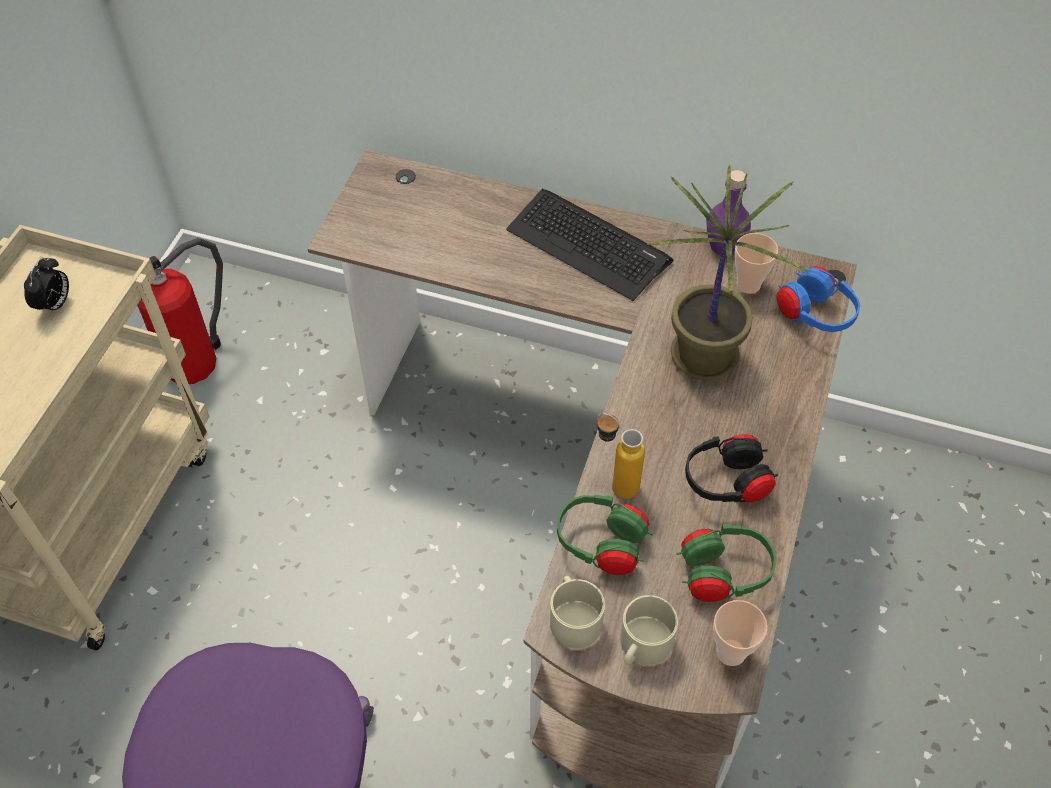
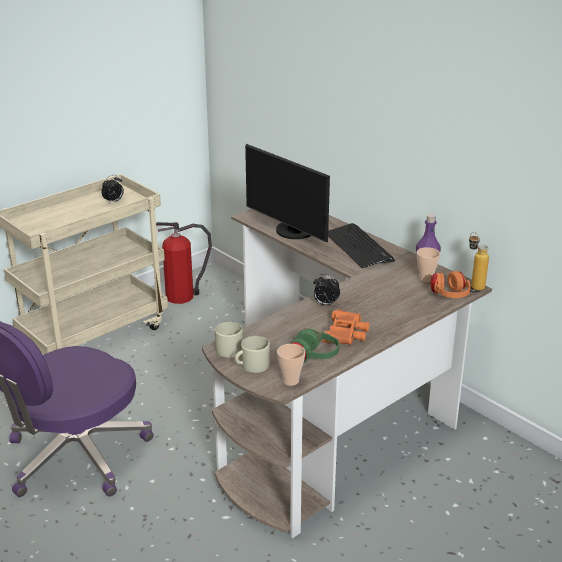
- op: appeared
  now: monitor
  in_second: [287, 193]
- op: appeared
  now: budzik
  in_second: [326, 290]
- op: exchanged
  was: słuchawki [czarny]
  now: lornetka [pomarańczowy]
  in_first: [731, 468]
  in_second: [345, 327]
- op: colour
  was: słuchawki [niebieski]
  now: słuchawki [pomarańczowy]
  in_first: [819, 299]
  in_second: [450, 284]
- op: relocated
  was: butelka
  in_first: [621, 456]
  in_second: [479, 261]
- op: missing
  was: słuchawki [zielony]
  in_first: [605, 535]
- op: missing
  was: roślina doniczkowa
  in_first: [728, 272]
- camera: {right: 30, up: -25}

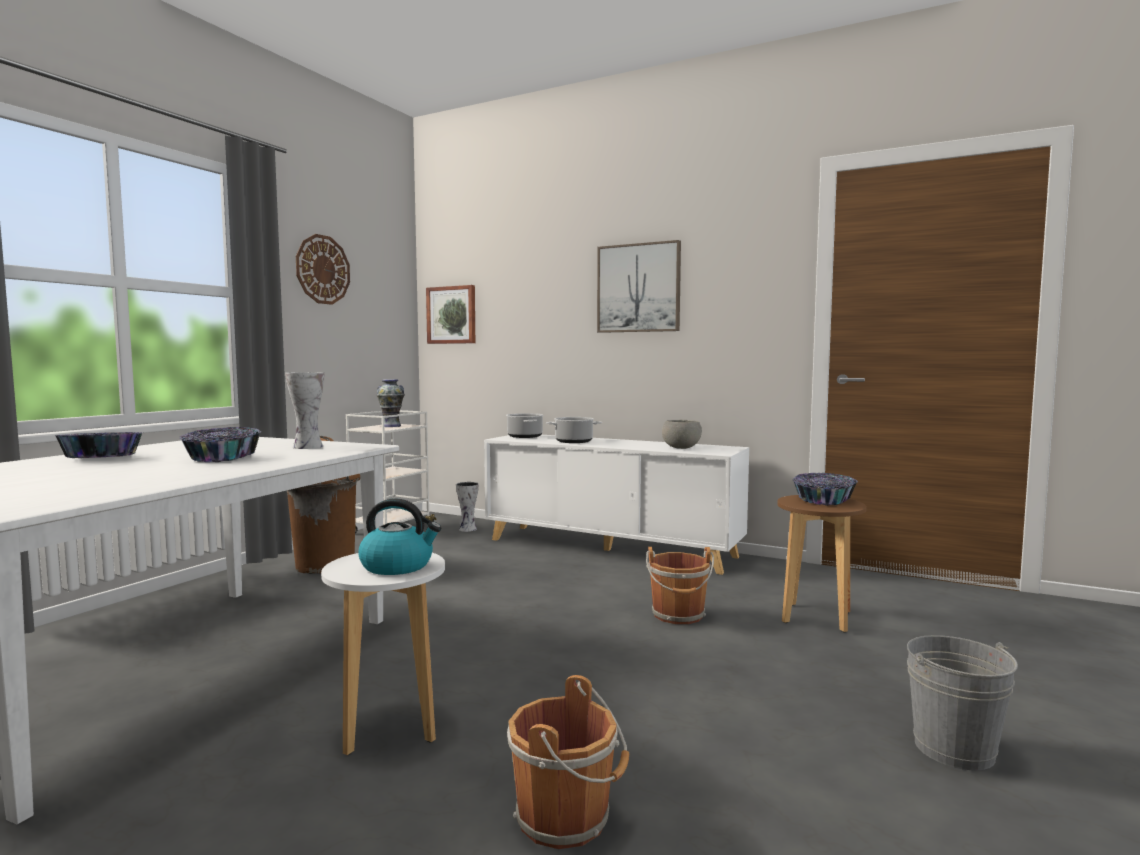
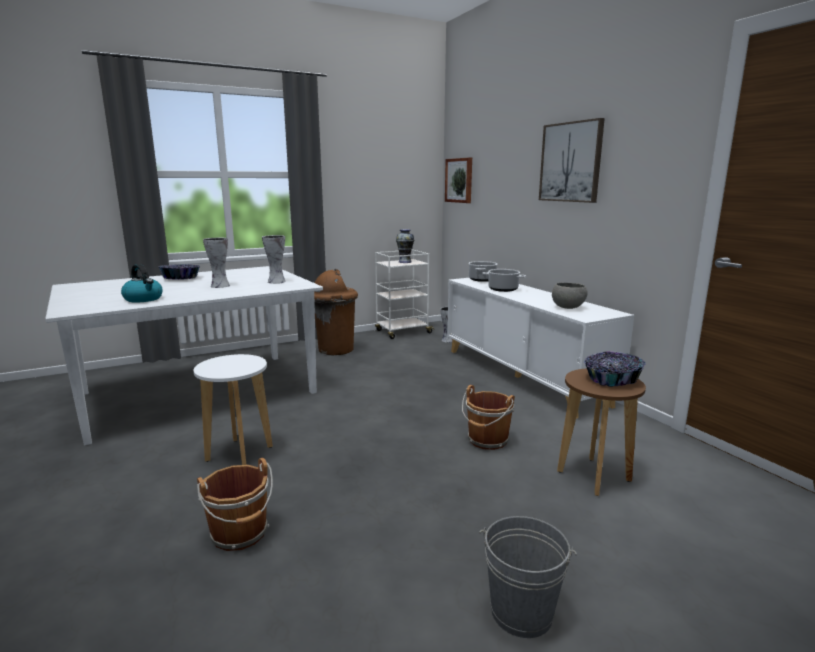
- op: relocated
  was: czajnik
  in_first: [399, 536]
  in_second: [142, 283]
- op: exchanged
  was: miska
  now: wazon
  in_first: [221, 444]
  in_second: [216, 263]
- op: missing
  was: zegar ścienny
  in_first: [323, 269]
- camera: {right: 35, up: 10}

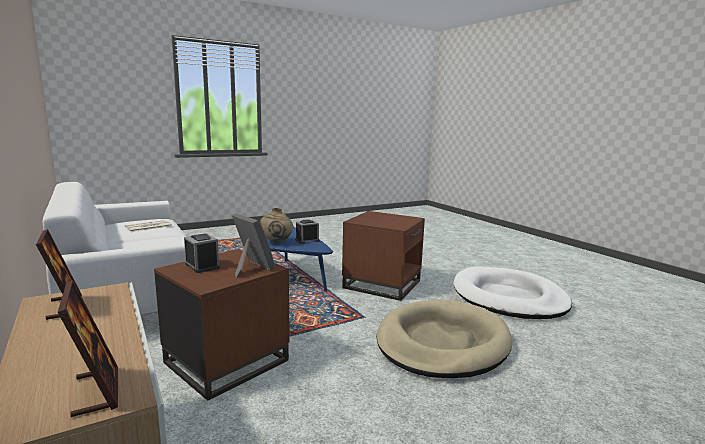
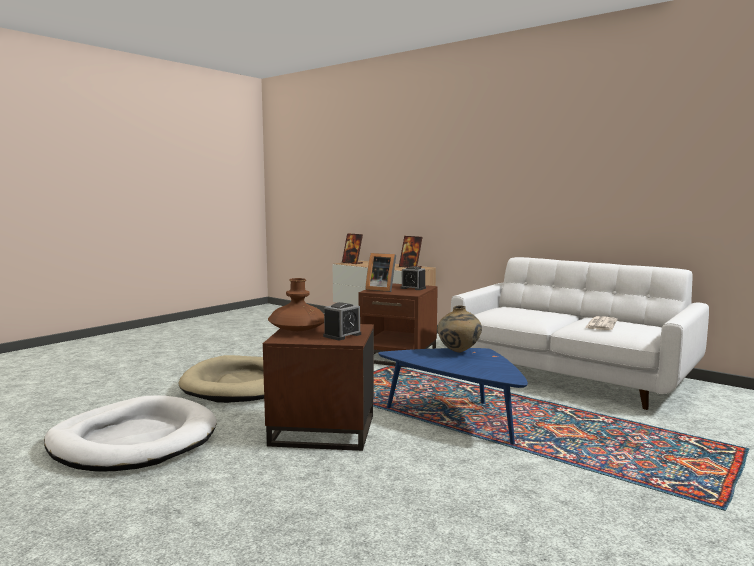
- op: appeared
  now: wazon [brązowy]
  in_second: [296, 304]
- op: relocated
  was: budzik
  in_first: [307, 231]
  in_second: [342, 321]
- camera: {right: 160, up: -5}

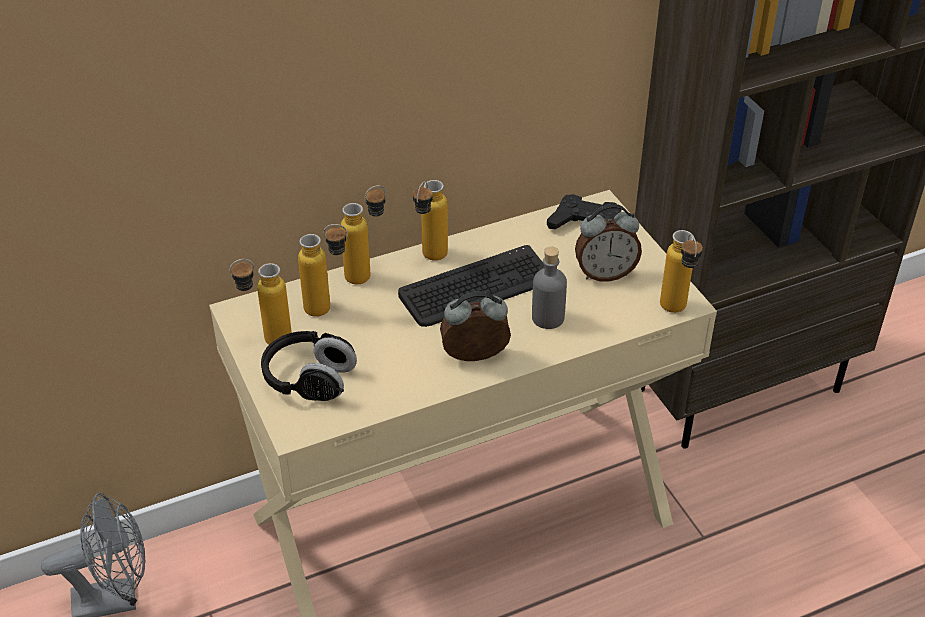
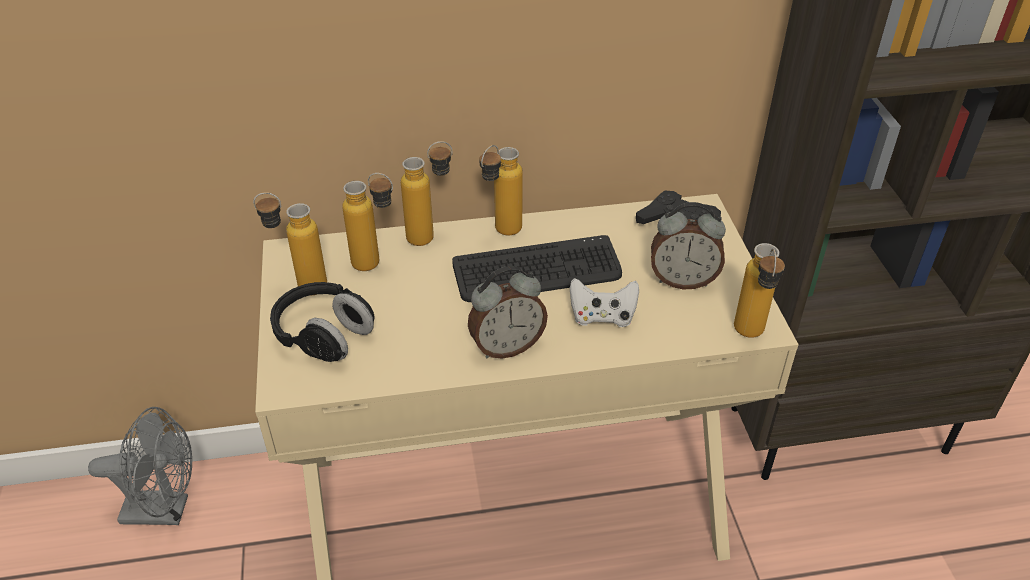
- op: spun
  was: budzik
  in_first: [475, 326]
  in_second: [508, 312]
  clockwise: 150
- op: exchanged
  was: butelka [szary]
  now: pad do gier [biały]
  in_first: [549, 288]
  in_second: [604, 302]
- camera: {right: 15, up: 0}

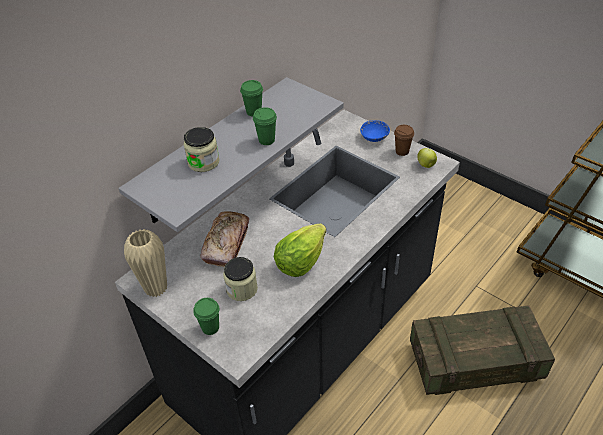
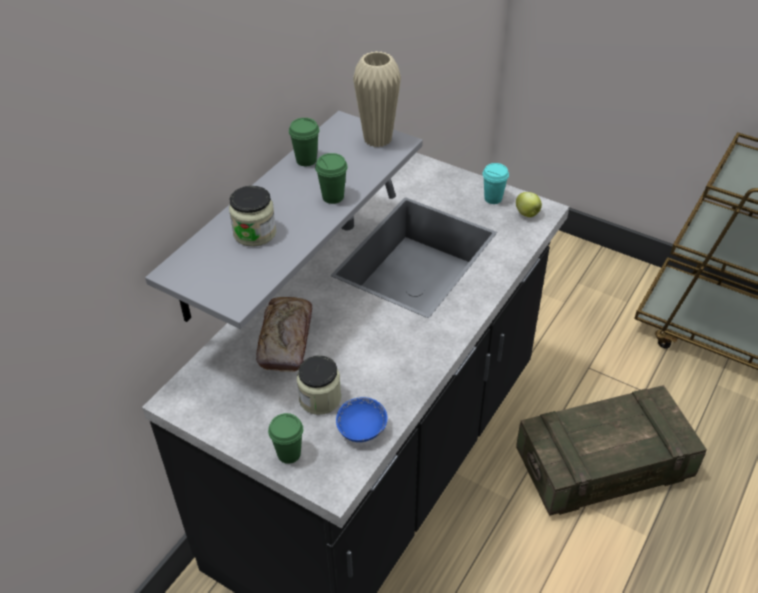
- op: relocated
  was: miska [niebieski]
  in_first: [375, 131]
  in_second: [362, 419]
- op: relocated
  was: wazon [beżowy]
  in_first: [145, 263]
  in_second: [377, 99]
- op: colour
  was: filiżanka [brązowy]
  now: filiżanka [turkusowy]
  in_first: [404, 140]
  in_second: [496, 183]
- op: missing
  was: sałata
  in_first: [300, 250]
- camera: {right: -10, up: 0}

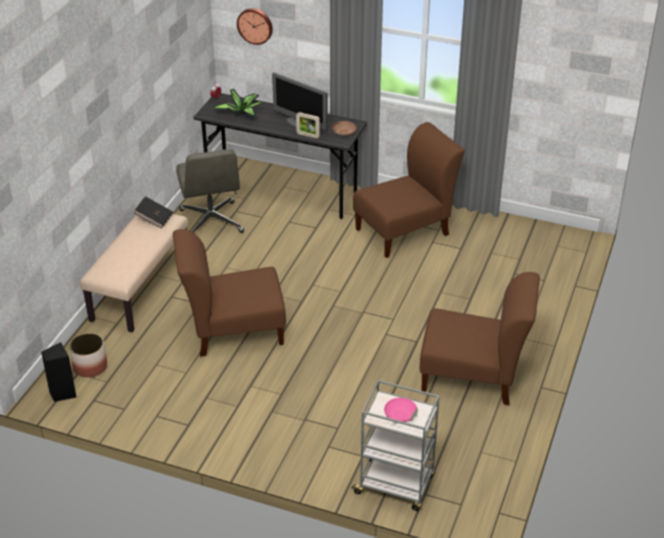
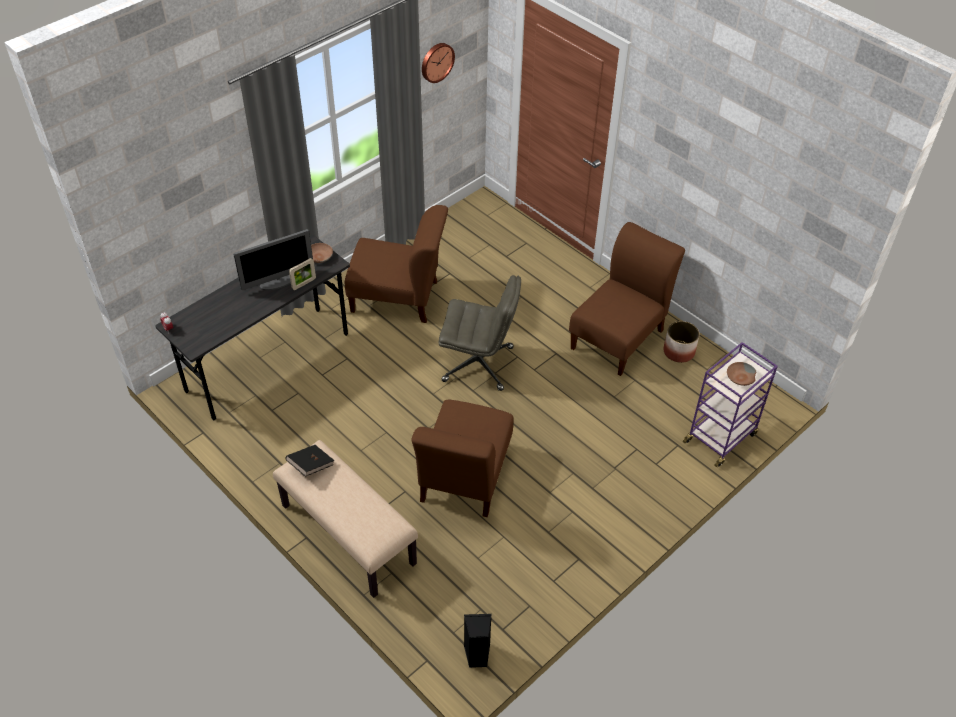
- op: spun
  was: krzesło [brązowy]
  in_first: [408, 190]
  in_second: [396, 264]
  clockwise: 105
- op: relocated
  was: zegar ścienny
  in_first: [255, 26]
  in_second: [438, 63]
- op: relocated
  was: krzesło biurowe [szary]
  in_first: [210, 191]
  in_second: [480, 333]
- op: relocated
  was: donica
  in_first: [88, 355]
  in_second: [681, 342]
- op: colour
  was: wózek [szary]
  now: wózek [fioletowy]
  in_first: [395, 445]
  in_second: [730, 404]
- op: colour
  was: miska [różowy]
  now: miska [brązowy]
  in_first: [401, 410]
  in_second: [741, 374]
- op: missing
  was: roślina doniczkowa
  in_first: [238, 102]
- camera: {right: -65, up: 10}

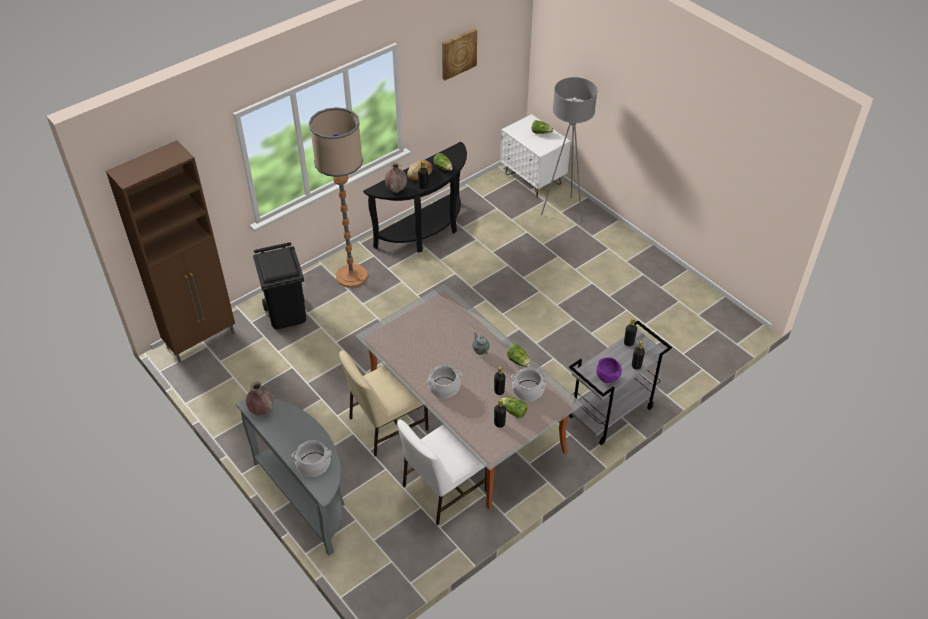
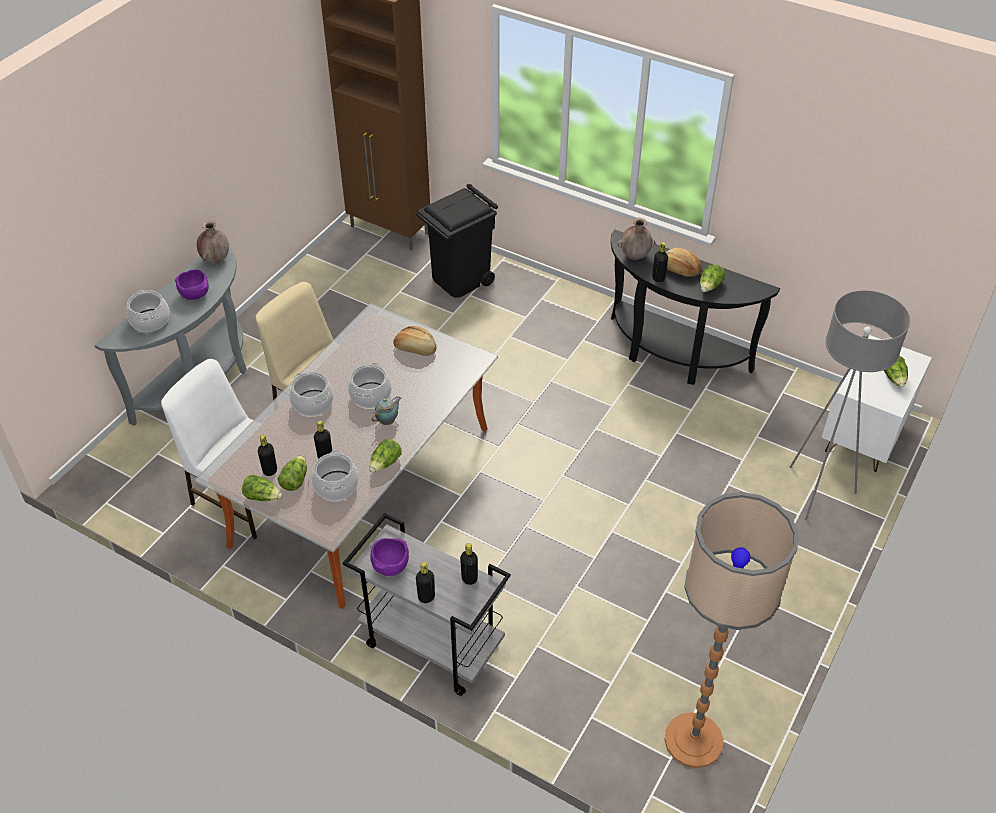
- op: appeared
  now: miska [fioletowy]
  in_second: [192, 284]
- op: appeared
  now: sałata
  in_second: [262, 487]
- op: appeared
  now: garnek
  in_second: [370, 385]
- op: appeared
  now: chleb
  in_second: [415, 341]
- op: relocated
  was: lampa stojąca
  in_first: [338, 197]
  in_second: [731, 630]
- op: missing
  was: obraz
  in_first: [459, 54]
- camera: {right: 70, up: 0}

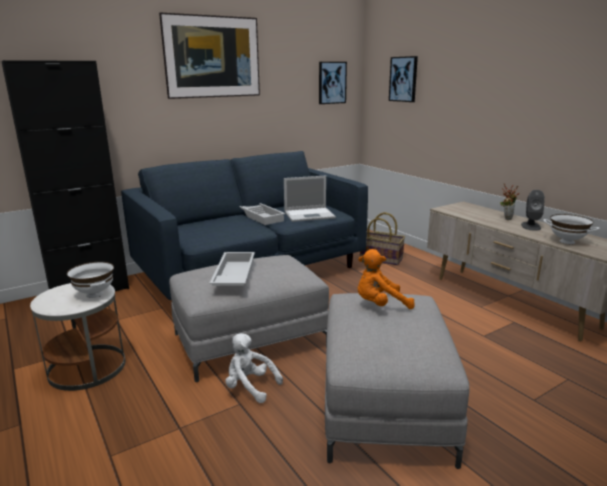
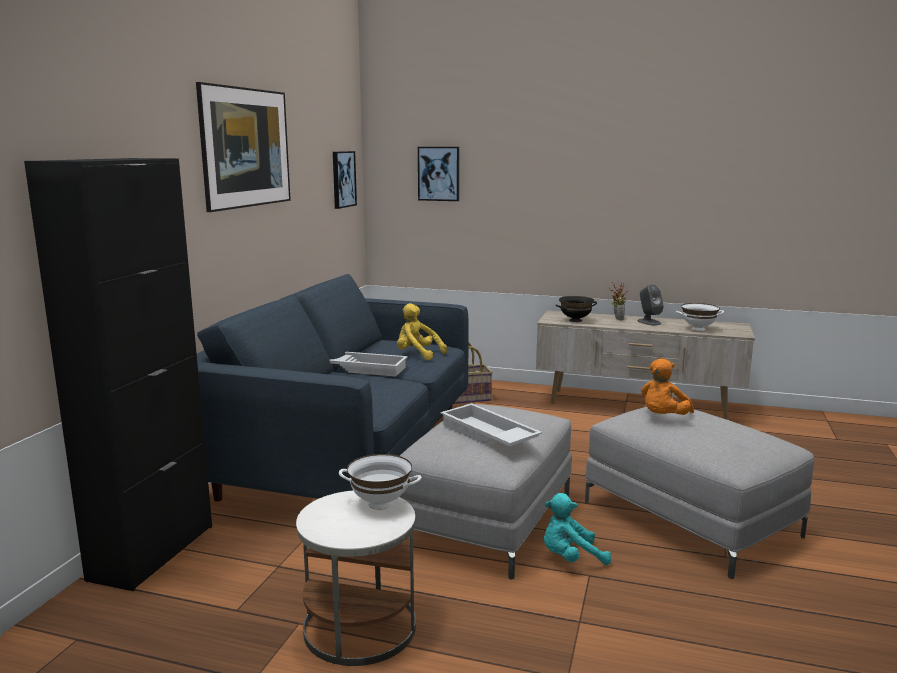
- op: exchanged
  was: laptop
  now: pluszak [żółty]
  in_first: [310, 199]
  in_second: [422, 331]
- op: colour
  was: pluszak [biały]
  now: pluszak [turkusowy]
  in_first: [254, 368]
  in_second: [577, 529]
- op: appeared
  now: miska [czarny]
  in_second: [576, 309]
- camera: {right: -40, up: -5}

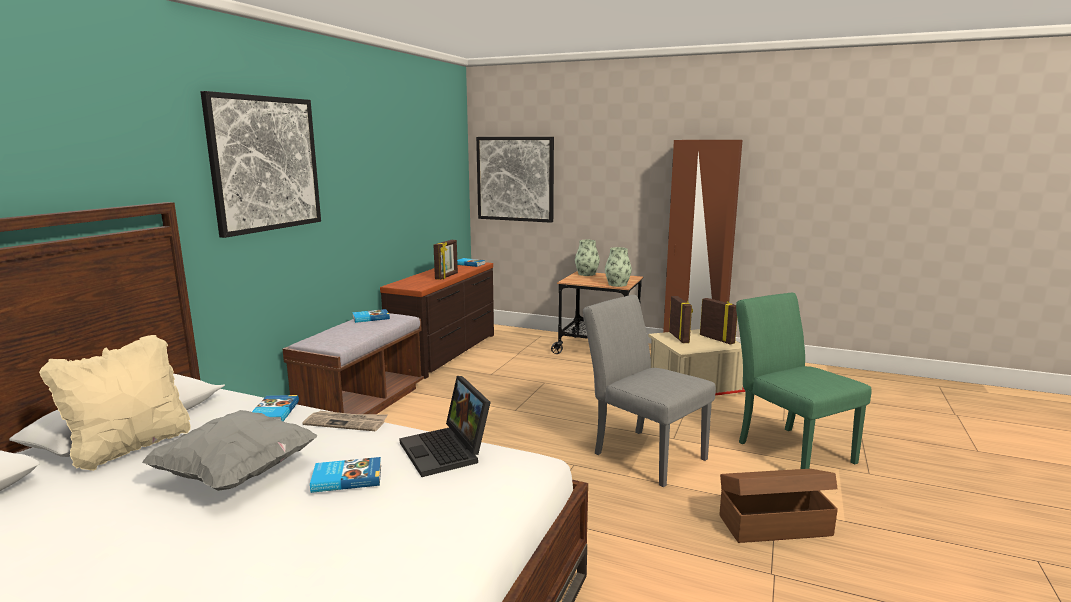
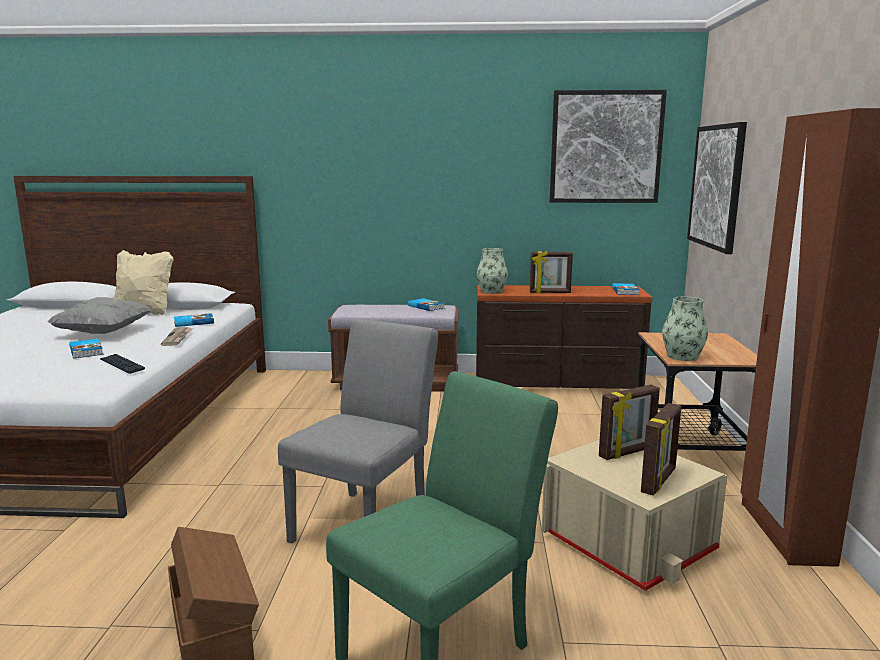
- op: exchanged
  was: laptop
  now: klawiatura
  in_first: [445, 426]
  in_second: [122, 364]
- op: relocated
  was: wazon
  in_first: [587, 258]
  in_second: [492, 271]
- op: relocated
  was: obraz
  in_first: [260, 164]
  in_second: [608, 146]
- camera: {right: 70, up: 0}

